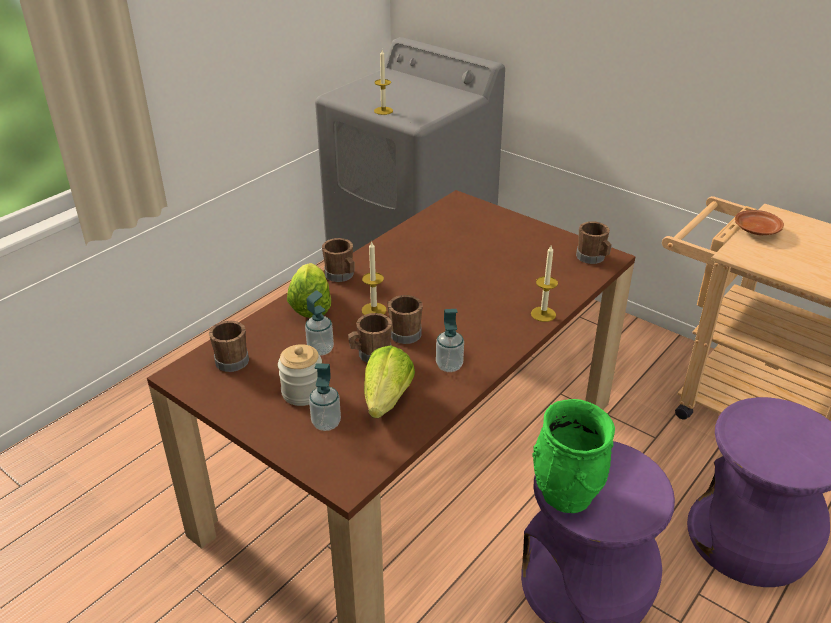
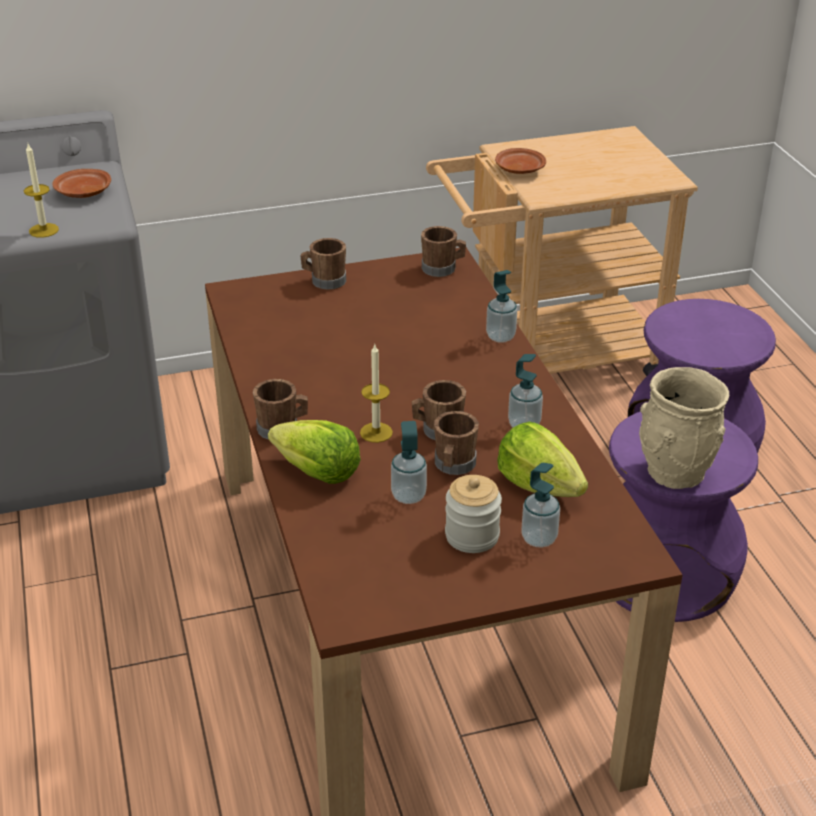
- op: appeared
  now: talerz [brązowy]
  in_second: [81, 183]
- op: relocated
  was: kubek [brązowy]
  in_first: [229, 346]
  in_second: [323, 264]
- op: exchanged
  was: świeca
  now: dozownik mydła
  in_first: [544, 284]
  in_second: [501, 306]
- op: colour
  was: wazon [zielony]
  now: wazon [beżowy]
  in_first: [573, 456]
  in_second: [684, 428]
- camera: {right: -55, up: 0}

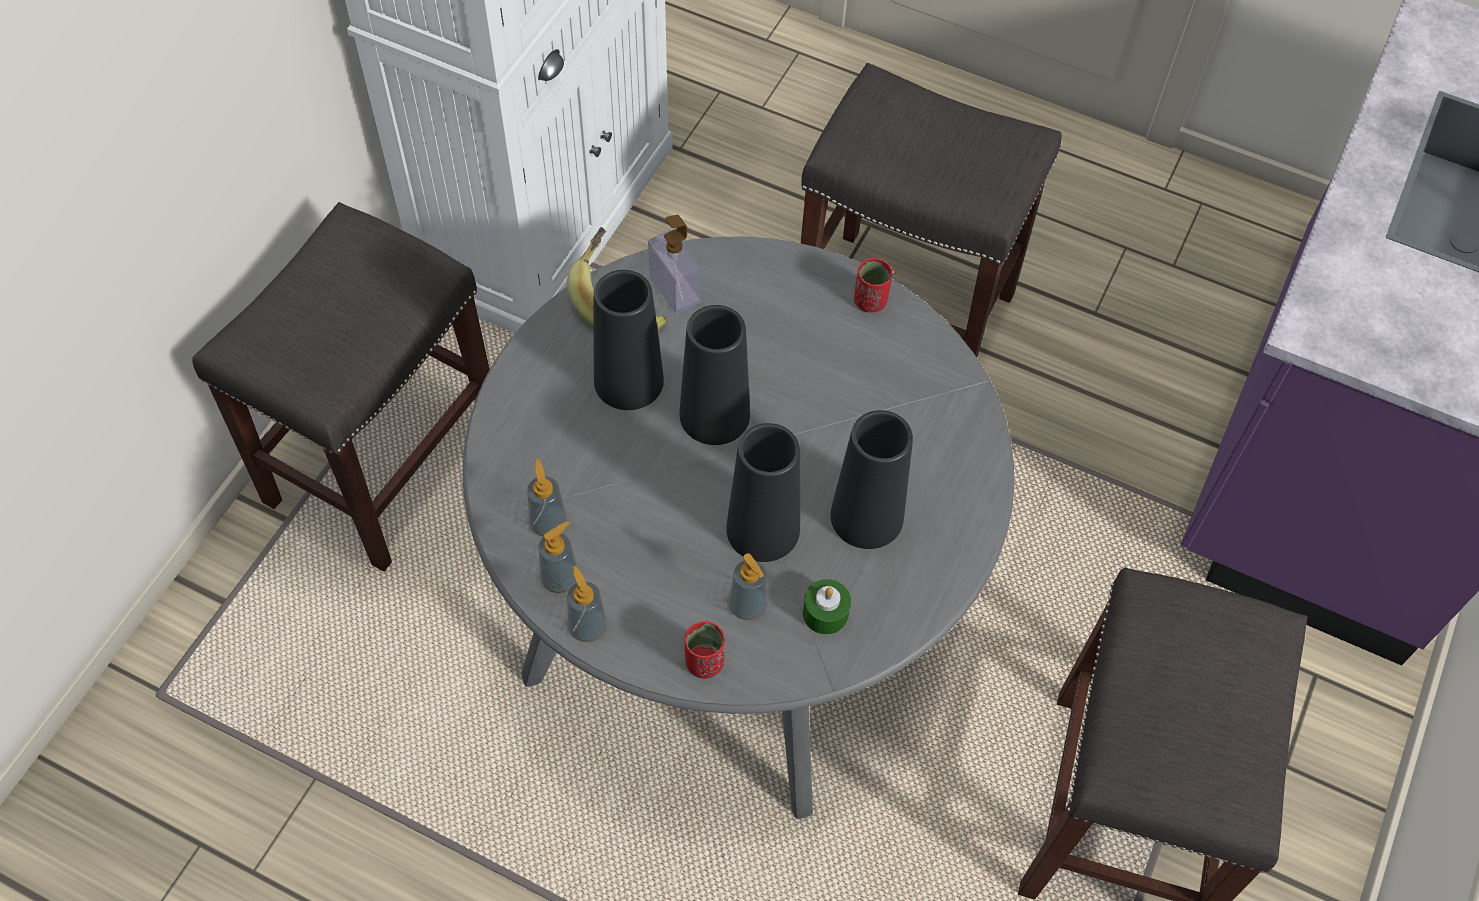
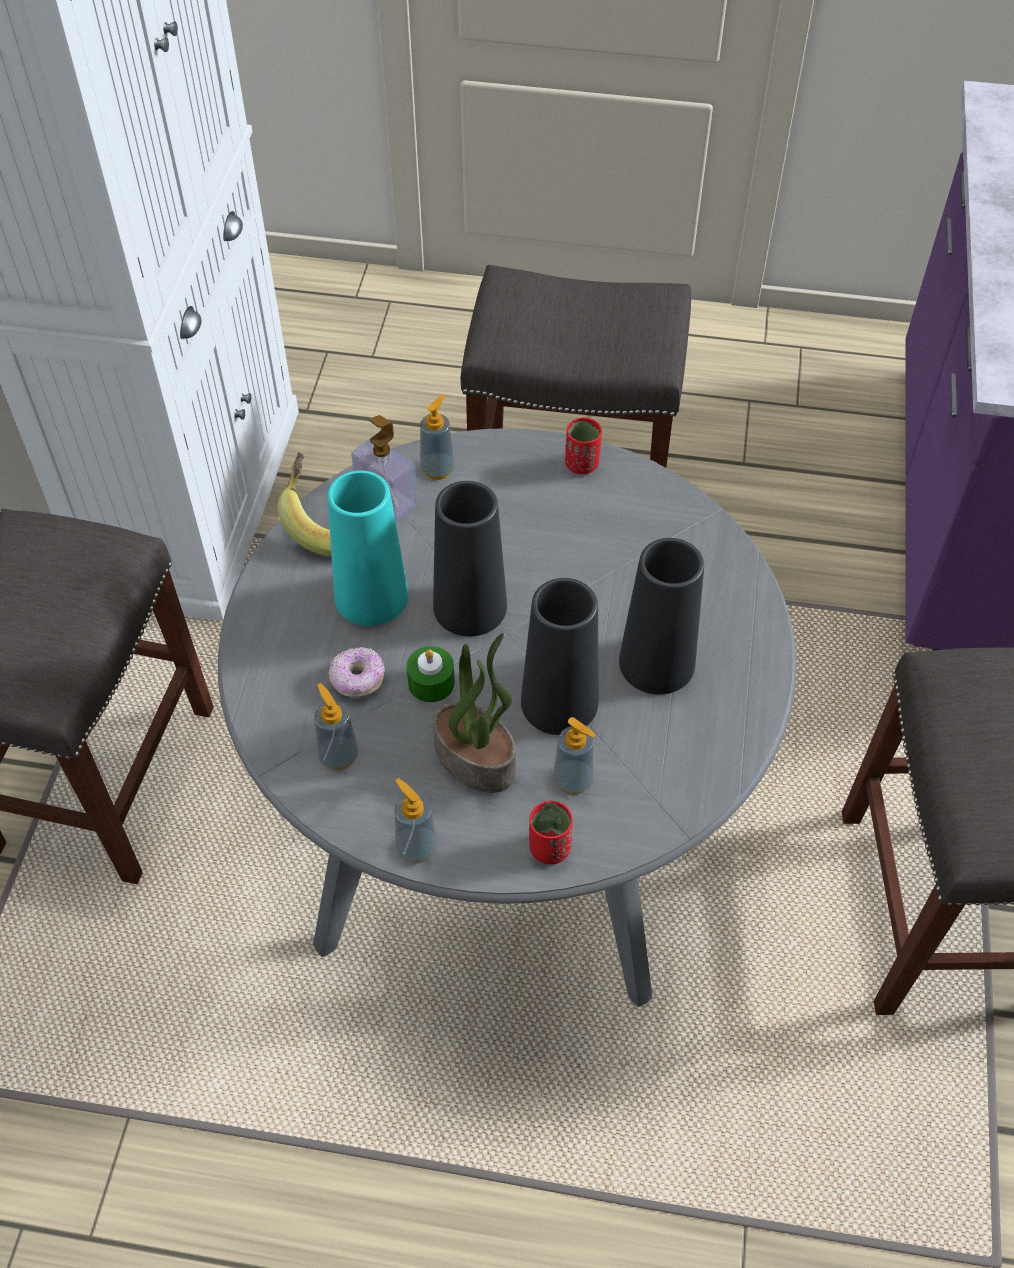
- op: colour
  was: wazon [czarny]
  now: wazon [turkusowy]
  in_first: [628, 340]
  in_second: [368, 548]
- op: appeared
  now: donut
  in_second: [357, 672]
- op: relocated
  was: świeca [zielony]
  in_first: [827, 607]
  in_second: [431, 674]
- op: relocated
  was: dozownik mydła
  in_first: [557, 557]
  in_second: [437, 437]
- op: appeared
  now: roślina doniczkowa
  in_second: [474, 713]
- camera: {right: -15, up: -5}

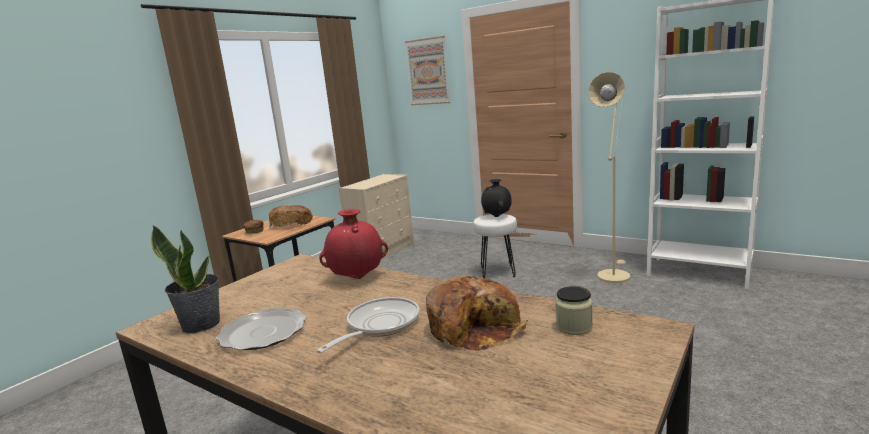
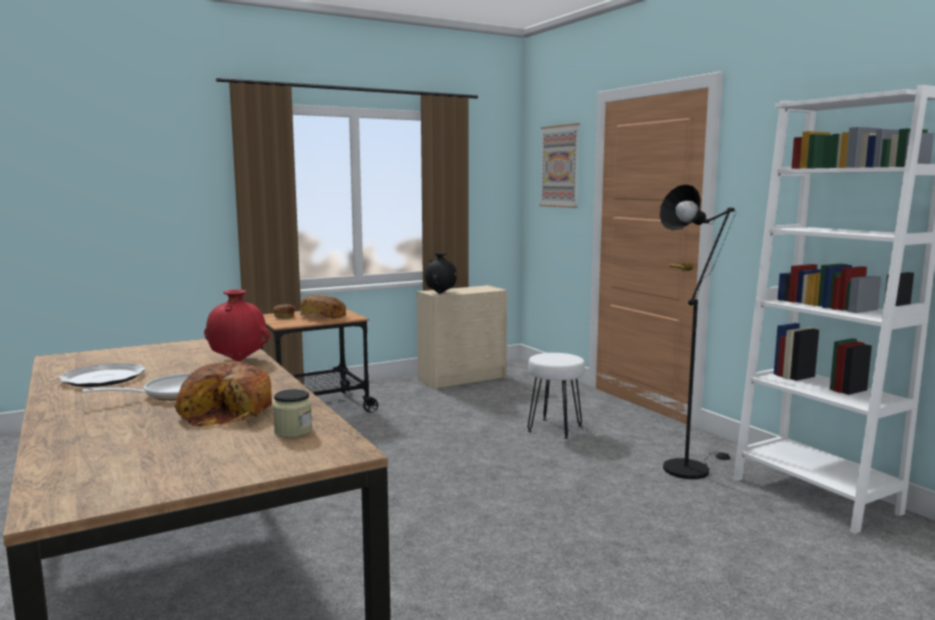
- op: relocated
  was: wazon [czarny]
  in_first: [496, 198]
  in_second: [441, 273]
- op: colour
  was: lampa stojąca [beżowy]
  now: lampa stojąca [czarny]
  in_first: [609, 177]
  in_second: [698, 331]
- op: missing
  was: roślina doniczkowa
  in_first: [185, 279]
- camera: {right: 25, up: -5}

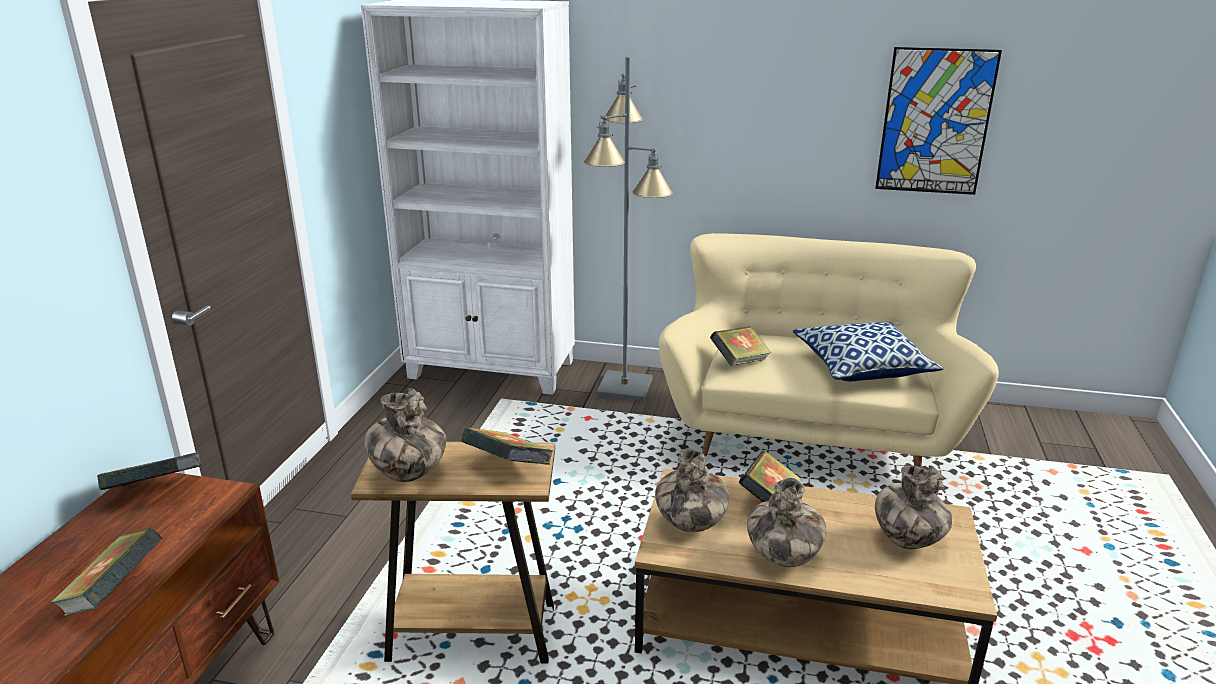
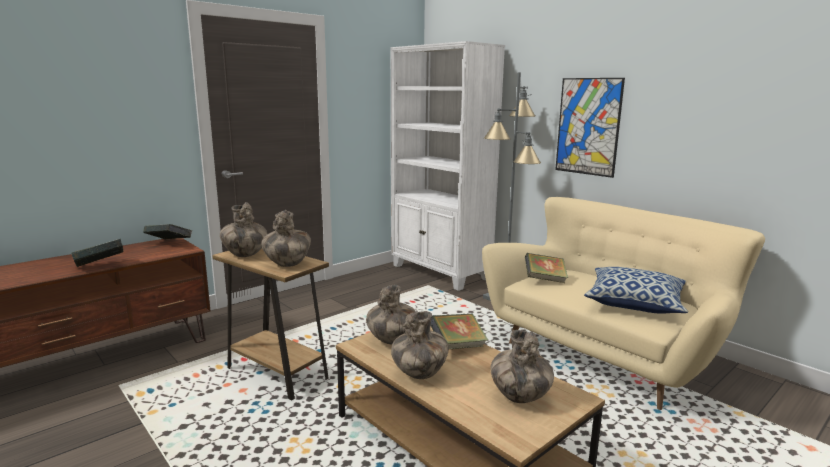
- op: exchanged
  was: książka
  now: wazon
  in_first: [507, 446]
  in_second: [286, 238]
- op: relocated
  was: obraz
  in_first: [938, 121]
  in_second: [590, 128]
- camera: {right: 35, up: -10}

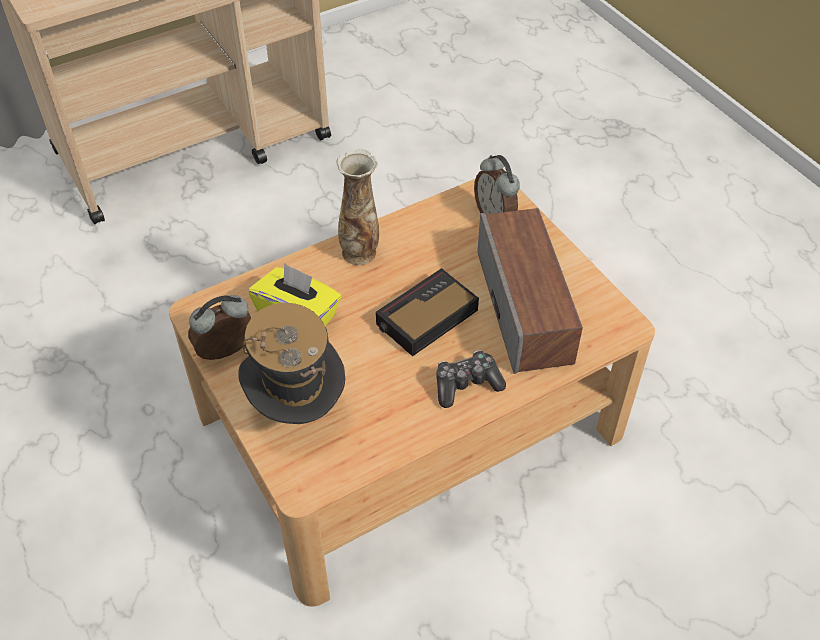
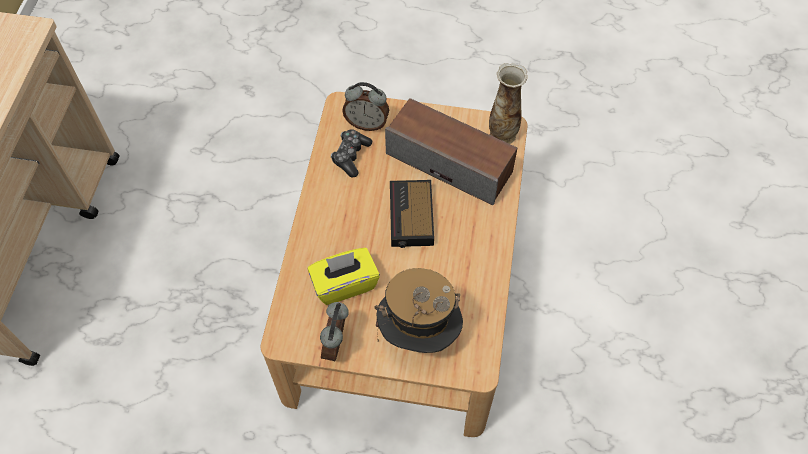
- op: relocated
  was: pad do gier
  in_first: [471, 379]
  in_second: [351, 153]
- op: relocated
  was: wazon
  in_first: [358, 207]
  in_second: [508, 103]
- camera: {right: -50, up: 10}

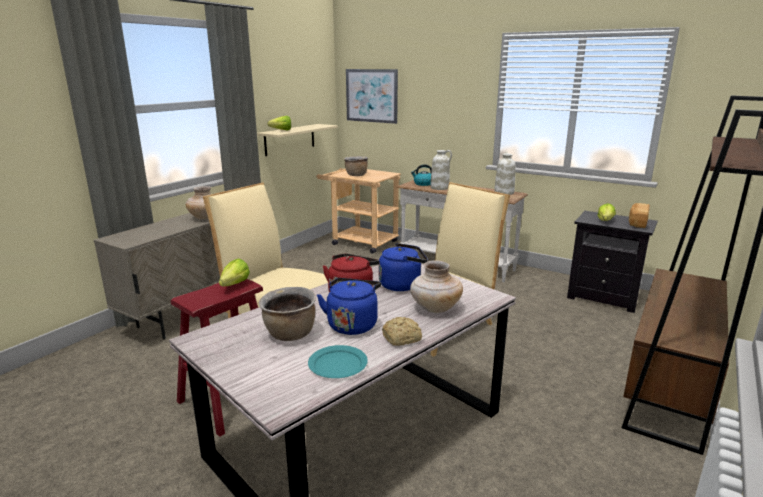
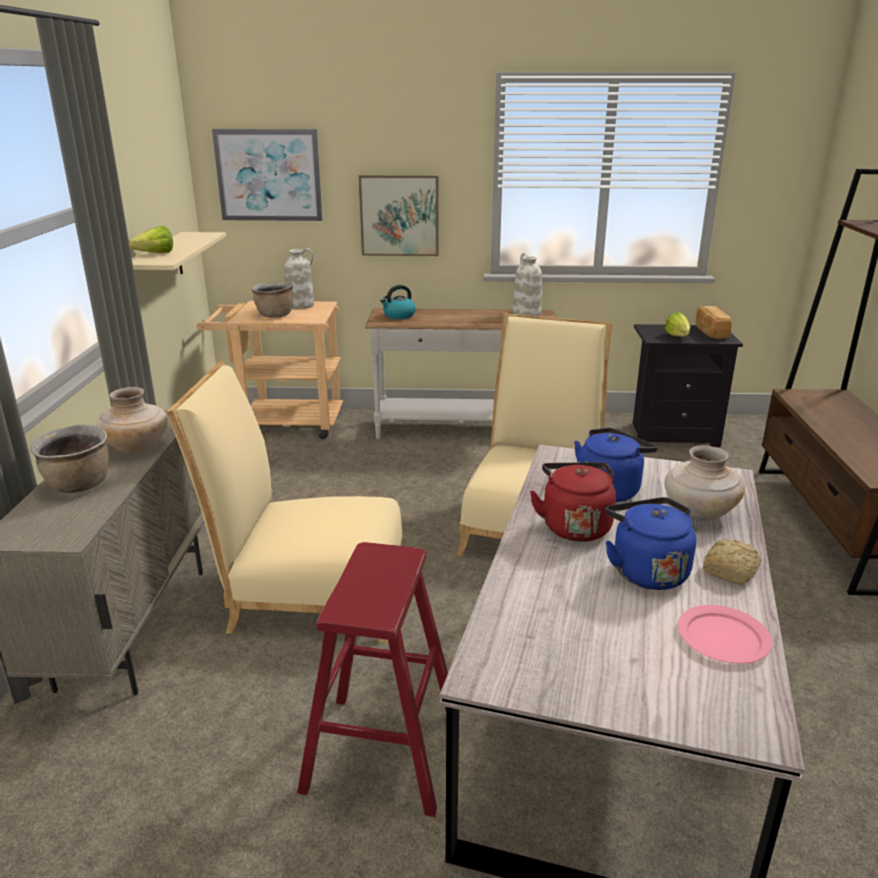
- op: relocated
  was: garnek [brązowy]
  in_first: [287, 314]
  in_second: [69, 459]
- op: relocated
  was: wazon [biały]
  in_first: [441, 170]
  in_second: [299, 278]
- op: appeared
  now: obraz
  in_second: [398, 215]
- op: colour
  was: talerz [turkusowy]
  now: talerz [różowy]
  in_first: [338, 361]
  in_second: [725, 634]
- op: missing
  was: sałata
  in_first: [234, 272]
- camera: {right: -30, up: 5}

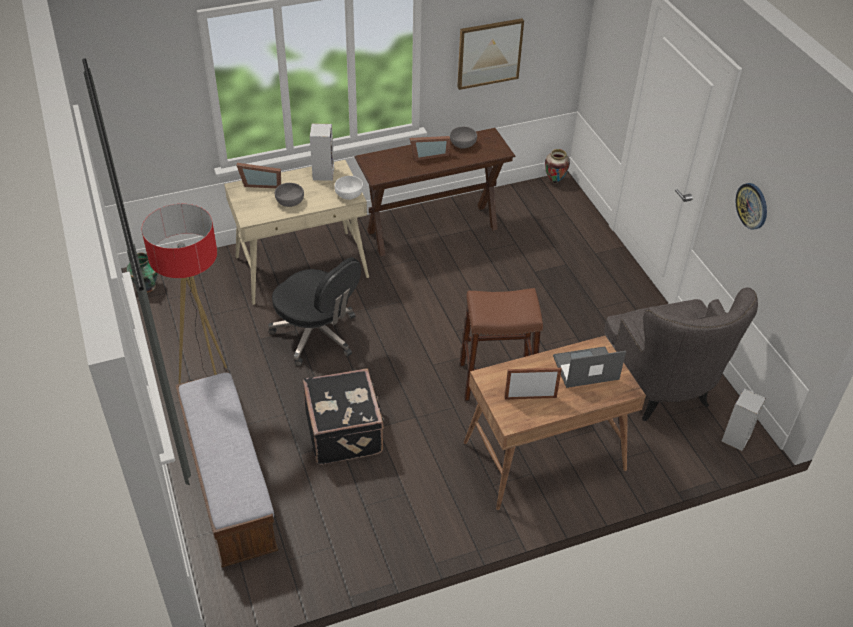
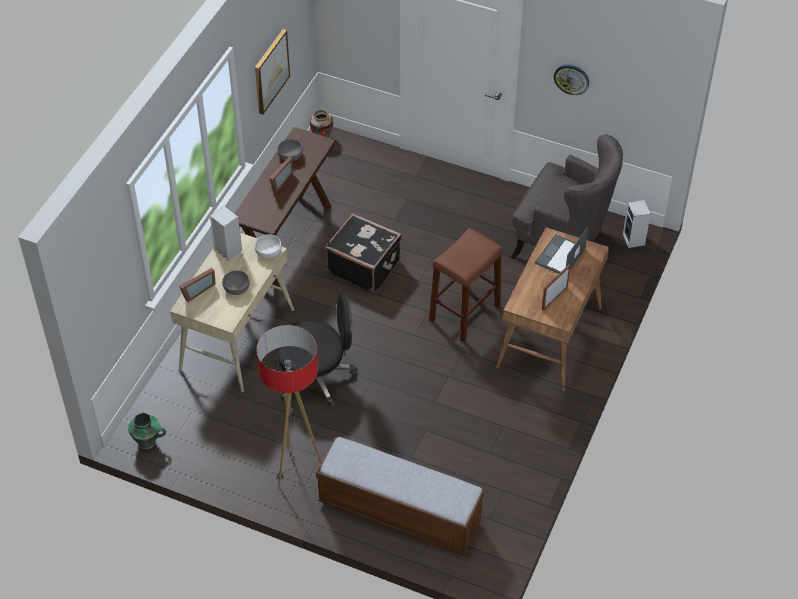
- op: relocated
  was: walizka [czarny]
  in_first: [343, 416]
  in_second: [363, 253]
- camera: {right: -45, up: 5}

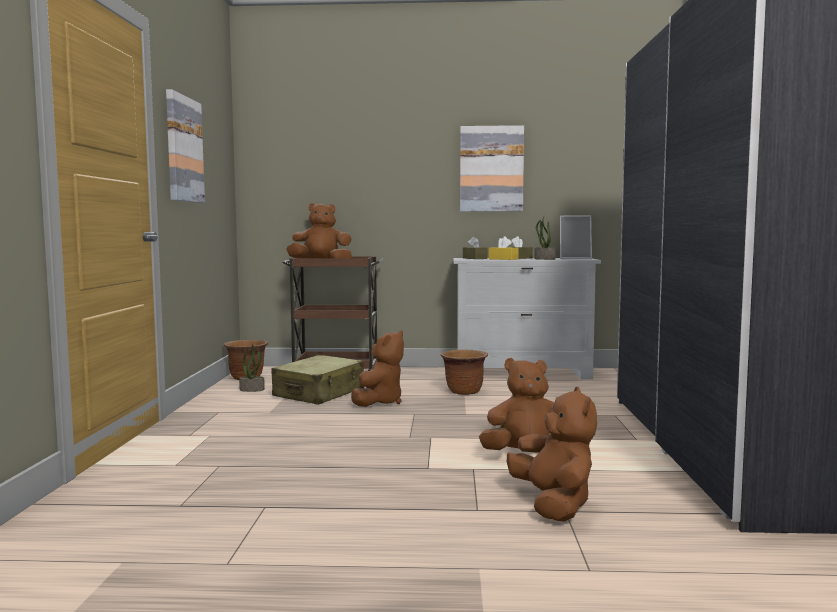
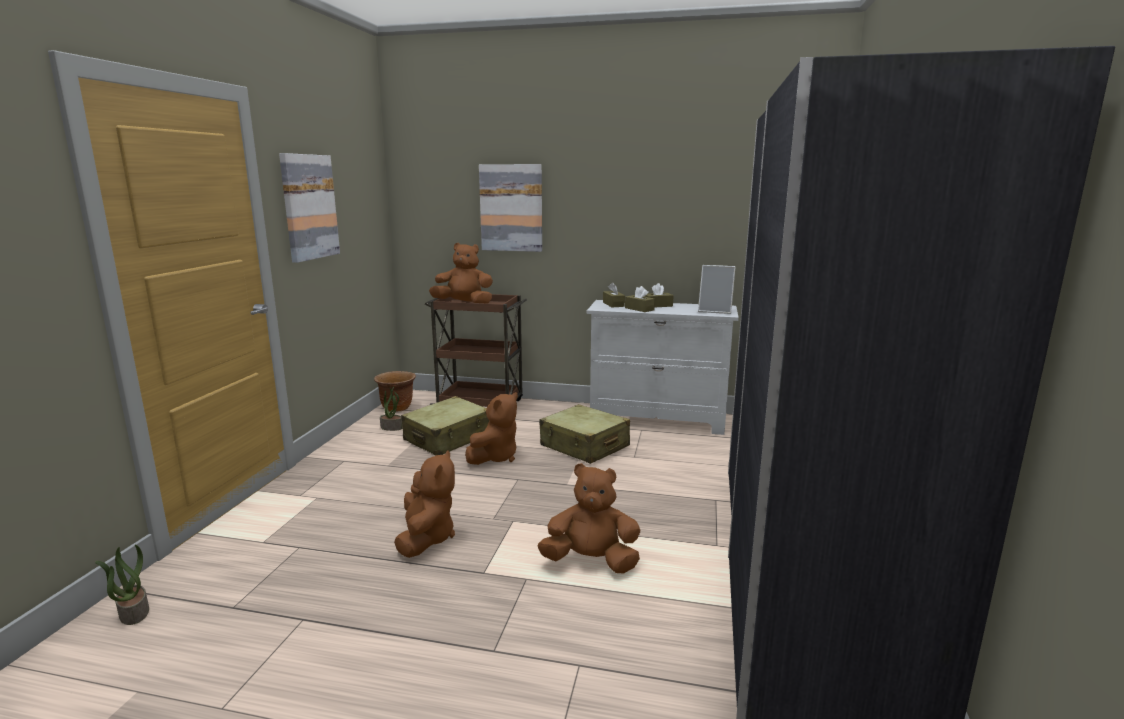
- op: relocated
  was: roślina doniczkowa
  in_first: [545, 238]
  in_second: [122, 585]
- op: relocated
  was: pluszak [brązowy]
  in_first: [552, 454]
  in_second: [424, 504]
- op: relocated
  was: obraz
  in_first: [492, 168]
  in_second: [510, 208]
- op: exchanged
  was: donica [brązowy]
  now: walizka [beżowy]
  in_first: [464, 372]
  in_second: [584, 434]
- op: colour
  was: pudełko chusteczek [żółty]
  now: pudełko chusteczek [brązowy]
  in_first: [504, 248]
  in_second: [640, 299]
- camera: {right: 10, up: 10}

